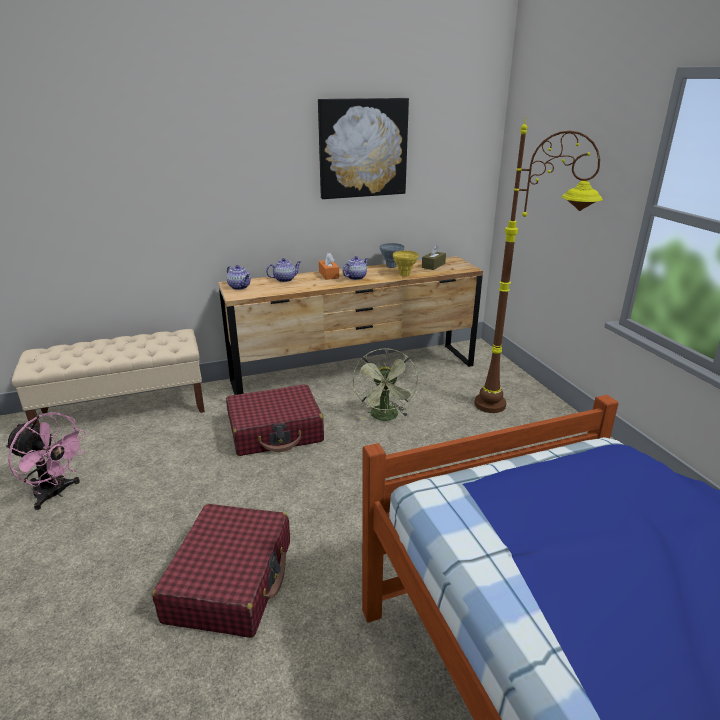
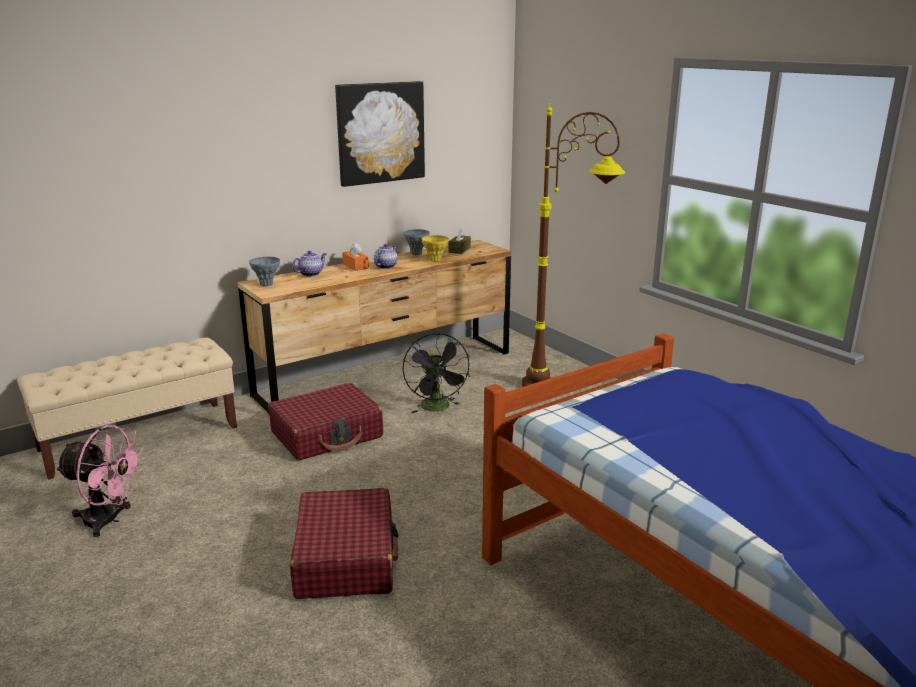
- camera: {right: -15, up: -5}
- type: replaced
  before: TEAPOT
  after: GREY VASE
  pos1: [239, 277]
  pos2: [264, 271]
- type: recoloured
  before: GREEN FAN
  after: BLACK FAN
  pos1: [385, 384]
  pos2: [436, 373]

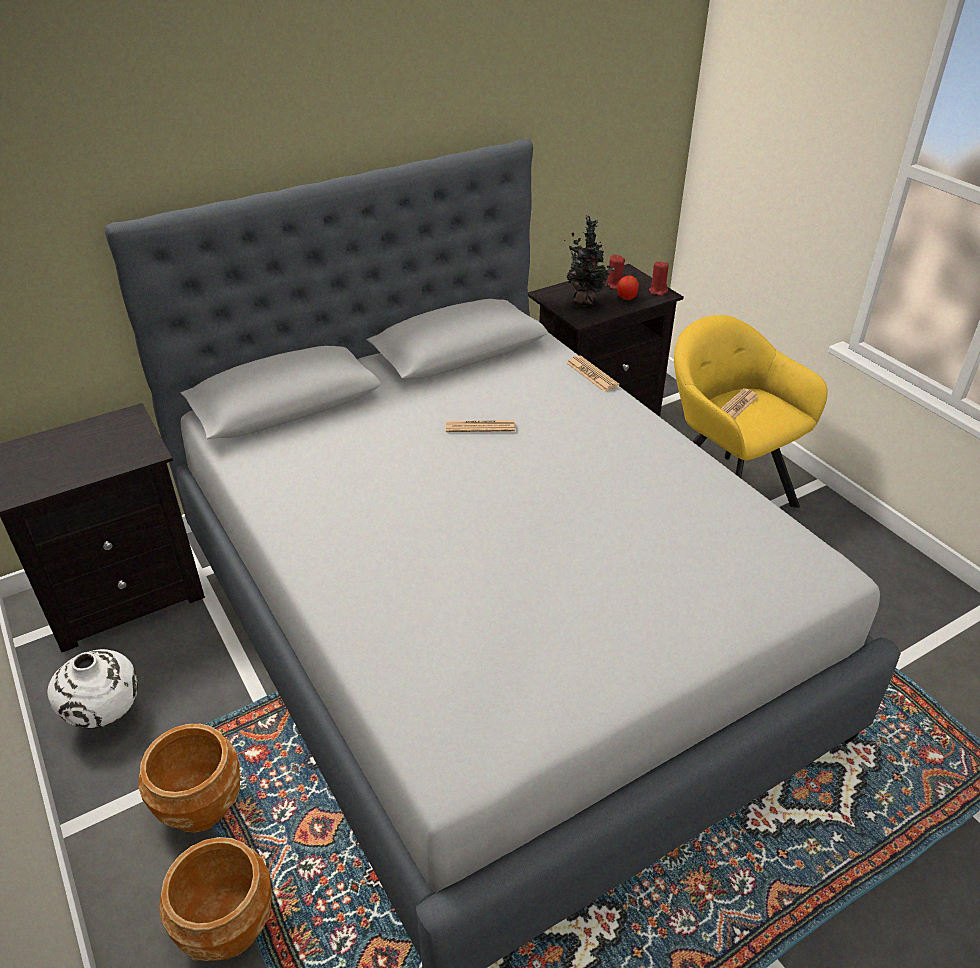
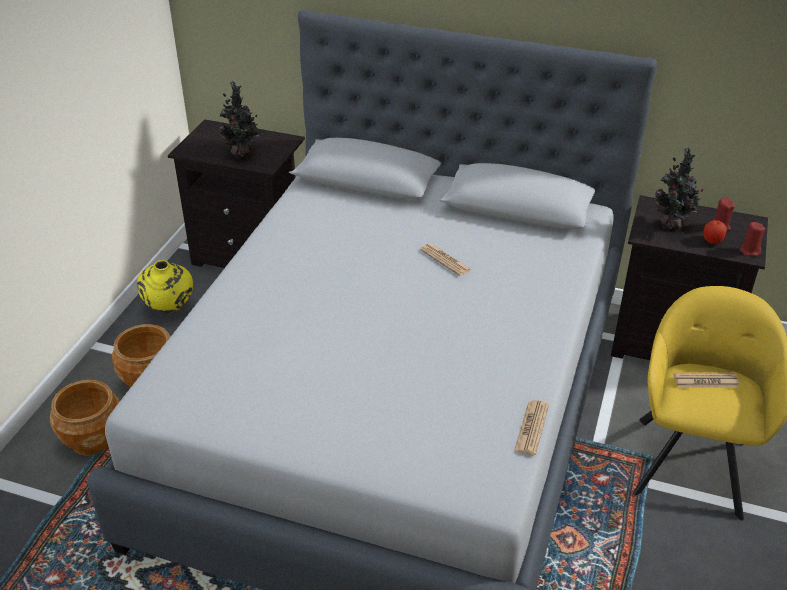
- camera: {right: 50, up: 0}
- type: moved
  before: NEWSPAPER
  pos1: [592, 374]
  pos2: [531, 427]
- type: recoloured
  before: WHITE VASE
  after: YELLOW VASE
  pos1: [92, 689]
  pos2: [165, 286]
- type: added
  after: POTTED PLANT
  pos2: [240, 119]

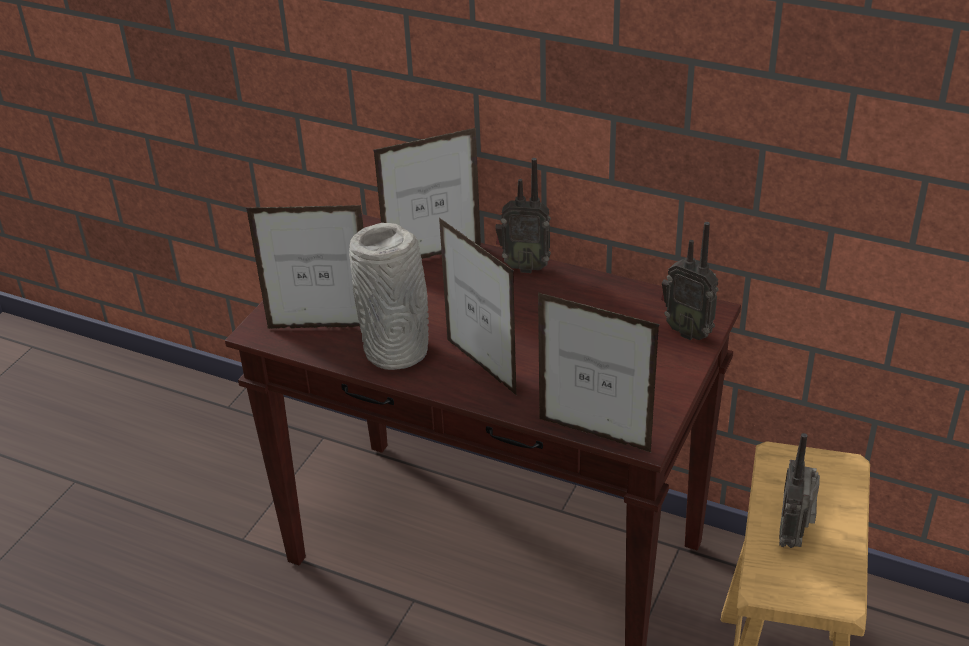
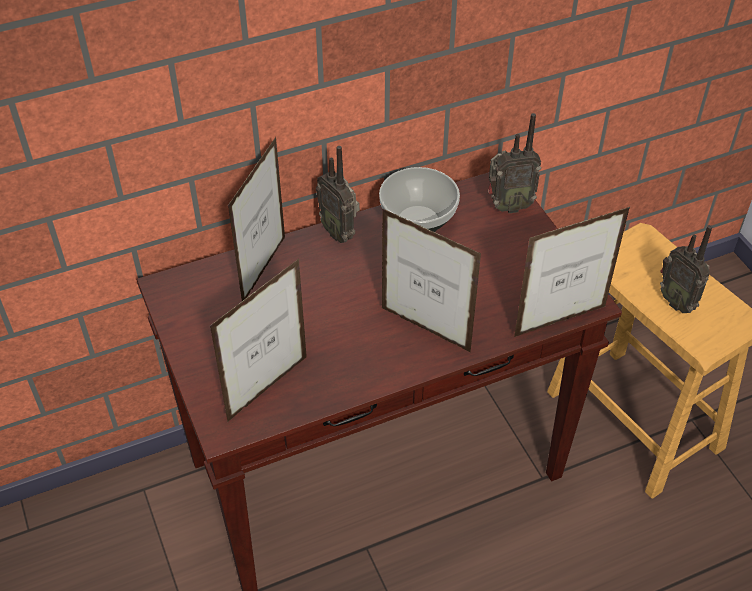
- camera: {right: -50, up: 10}
- type: turned
  before: RADIO
  pos1: [523, 215]
  pos2: [338, 194]
  turn: 90
- type: turned
  before: PICTURE FRAME
  pos1: [478, 307]
  pos2: [431, 280]
  turn: -150
- type: removed
  before: GREY VASE
  pos1: [389, 296]
- type: added
  after: BOWL
  pos2: [419, 199]

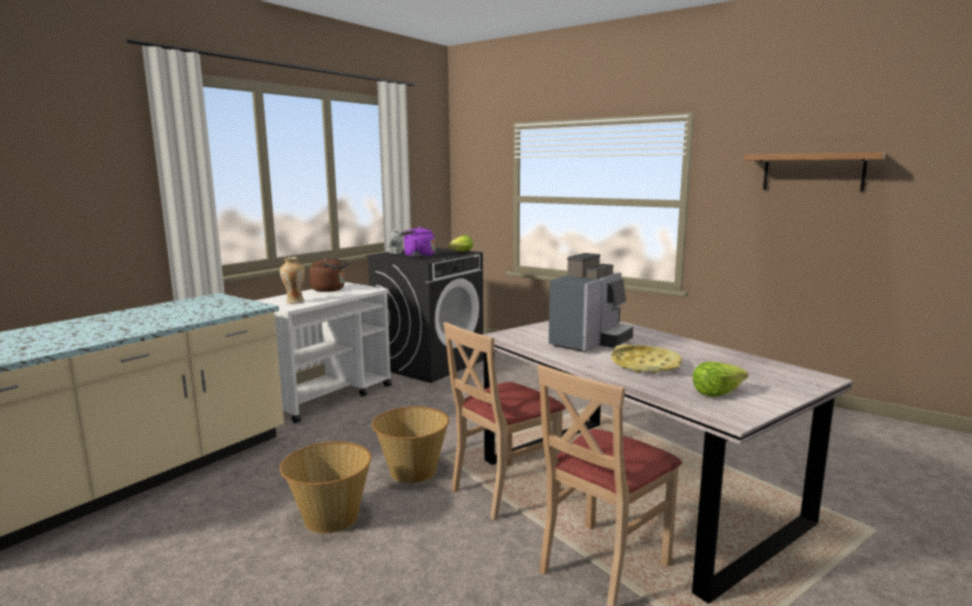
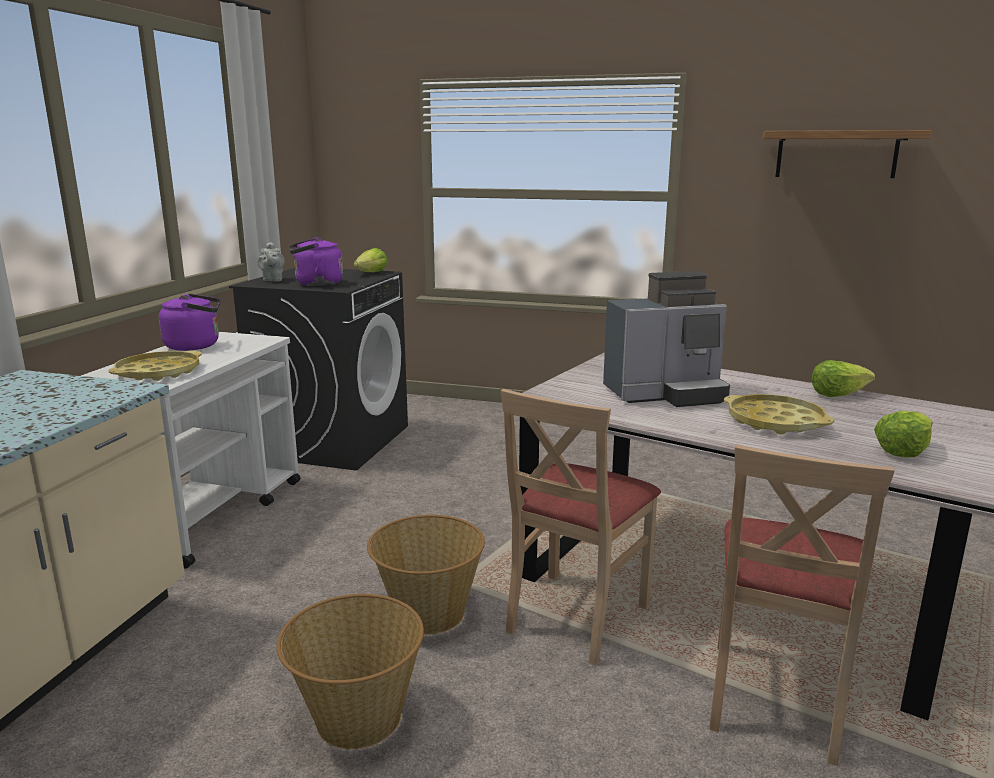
- camera: {right: -20, up: 5}
- type: turned
  before: COFFEE MACHINE
  pos1: [591, 302]
  pos2: [666, 339]
  turn: 60
- type: replaced
  before: VASE
  after: YELLOW TRAY
  pos1: [292, 280]
  pos2: [155, 366]
- type: recoloured
  before: BROWN KETTLE
  after: PURPLE KETTLE
  pos1: [329, 275]
  pos2: [190, 322]
- type: added
  after: LETTUCE
  pos2: [843, 378]

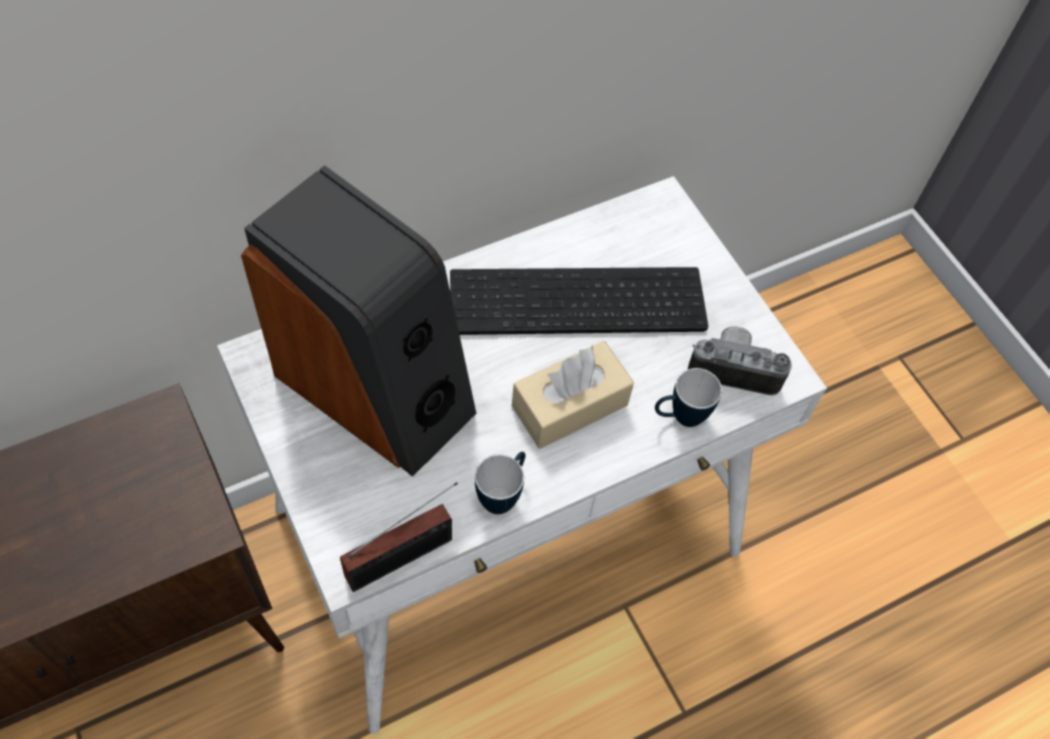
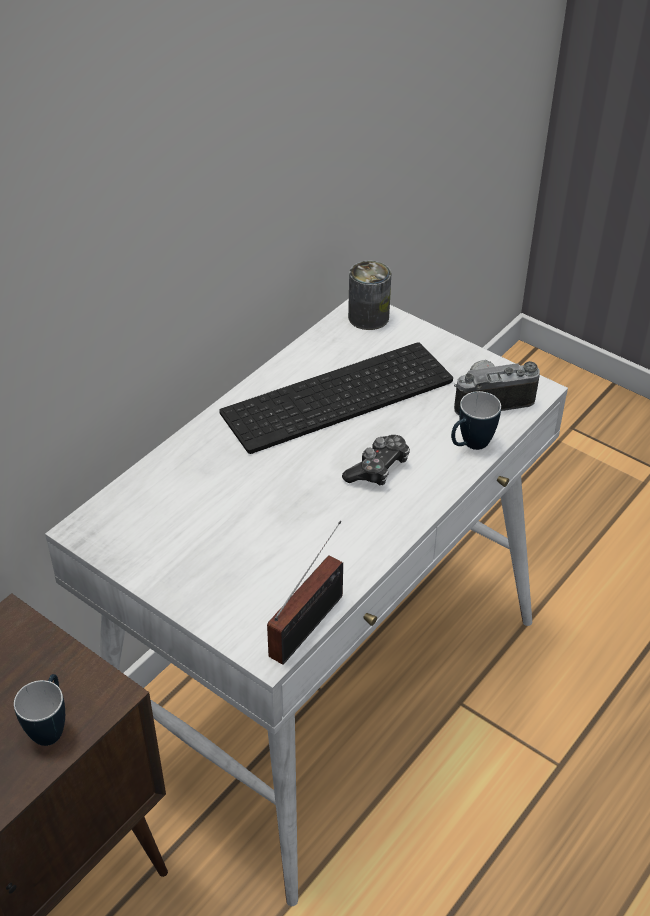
- camera: {right: -20, up: -15}
- type: removed
  before: SPEAKER
  pos1: [358, 321]
- type: replaced
  before: BEIGE TISSUE BOX
  after: GAME CONTROLLER
  pos1: [573, 395]
  pos2: [376, 460]
- type: moved
  before: MUG
  pos1: [500, 483]
  pos2: [39, 710]
- type: added
  after: CAN
  pos2: [369, 295]

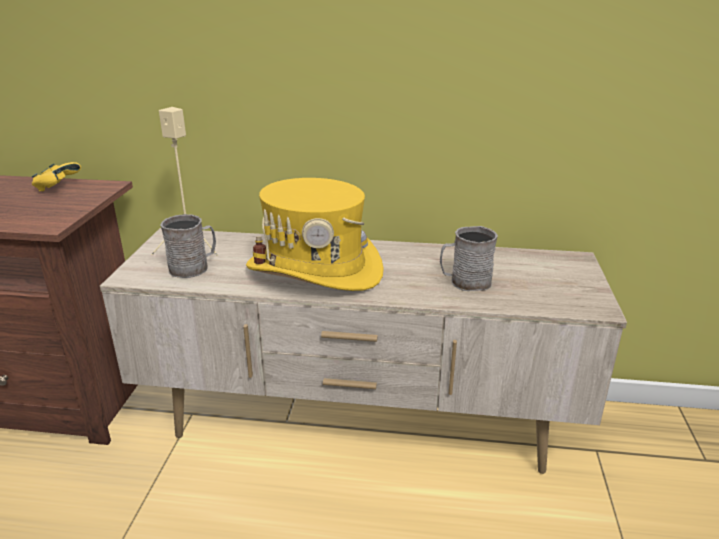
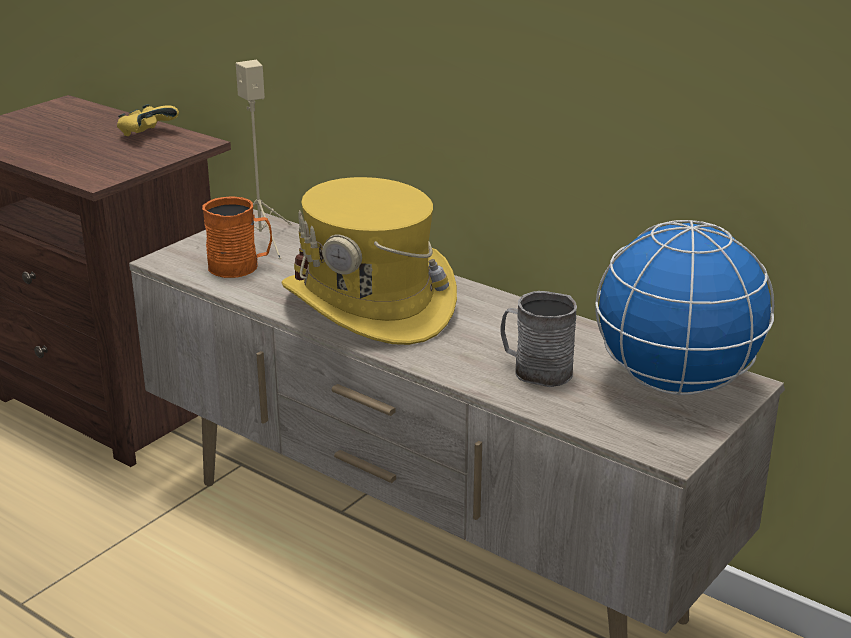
- camera: {right: 30, up: 0}
- type: recoloured
  before: GREY MUG
  after: ORANGE MUG
  pos1: [188, 246]
  pos2: [237, 237]
- type: added
  after: GLOBE
  pos2: [684, 307]

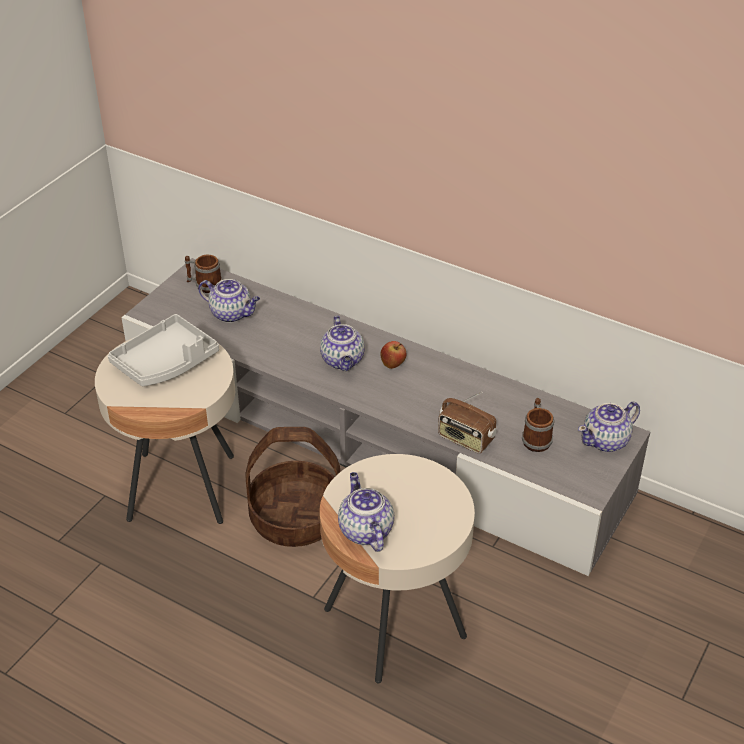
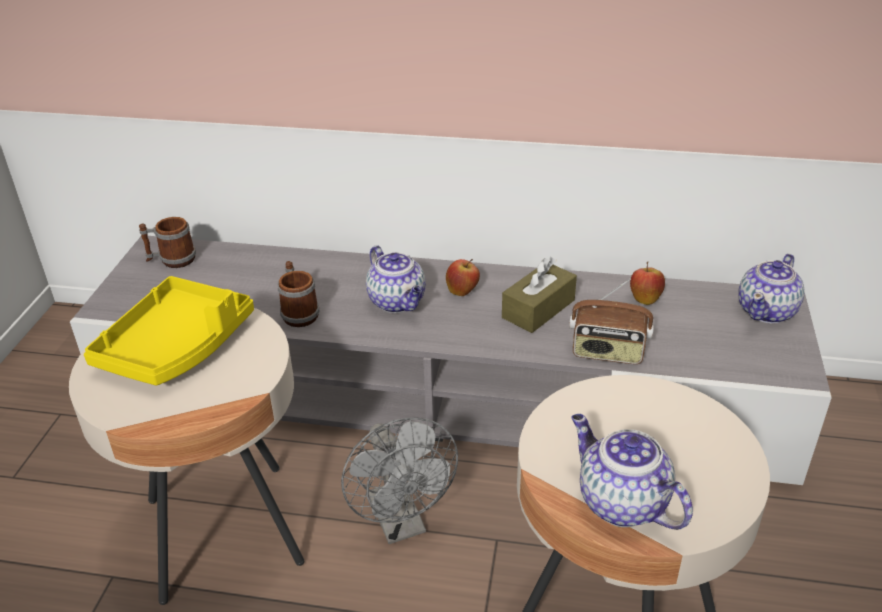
- camera: {right: -20, up: -5}
- type: removed
  before: TEAPOT
  pos1: [229, 301]
- type: recoloured
  before: GREY TRAY
  after: YELLOW TRAY
  pos1: [163, 350]
  pos2: [169, 331]
- type: moved
  before: MUG
  pos1: [538, 425]
  pos2: [298, 294]
- type: replaced
  before: BASKET
  after: GREY FAN
  pos1: [293, 487]
  pos2: [399, 481]
- type: added
  after: BROWN TISSUE BOX
  pos2: [539, 295]
- type: added
  after: APPLE
  pos2: [647, 283]

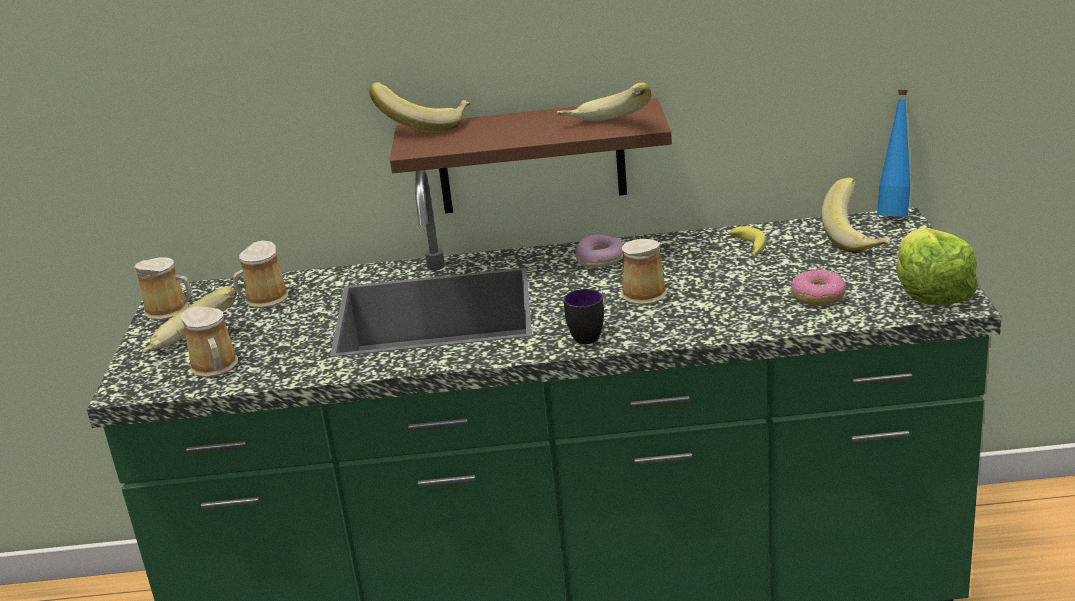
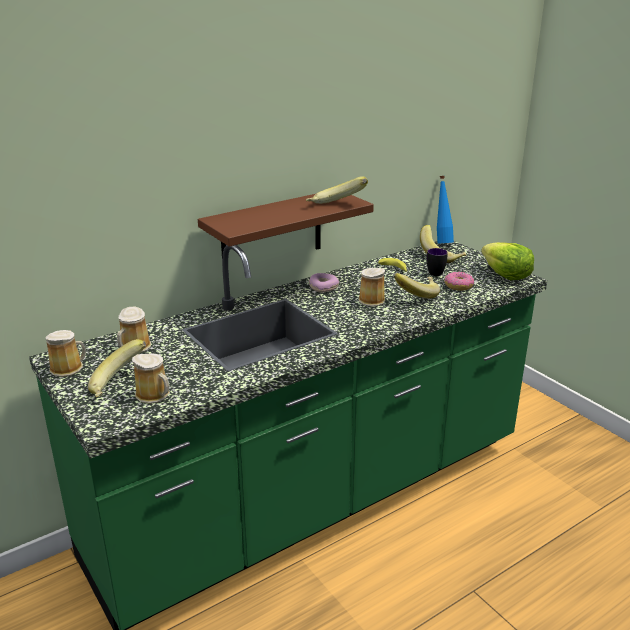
- camera: {right: -35, up: 0}
- type: moved
  before: BANANA
  pos1: [419, 107]
  pos2: [417, 286]
- type: moved
  before: MUG
  pos1: [585, 316]
  pos2: [437, 262]

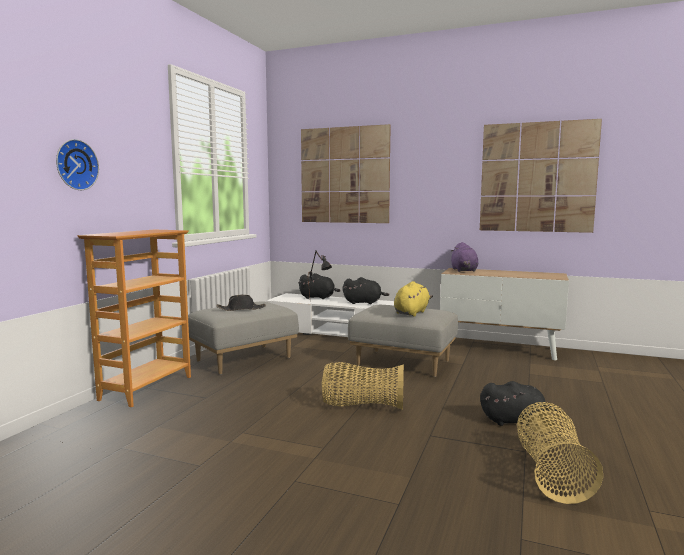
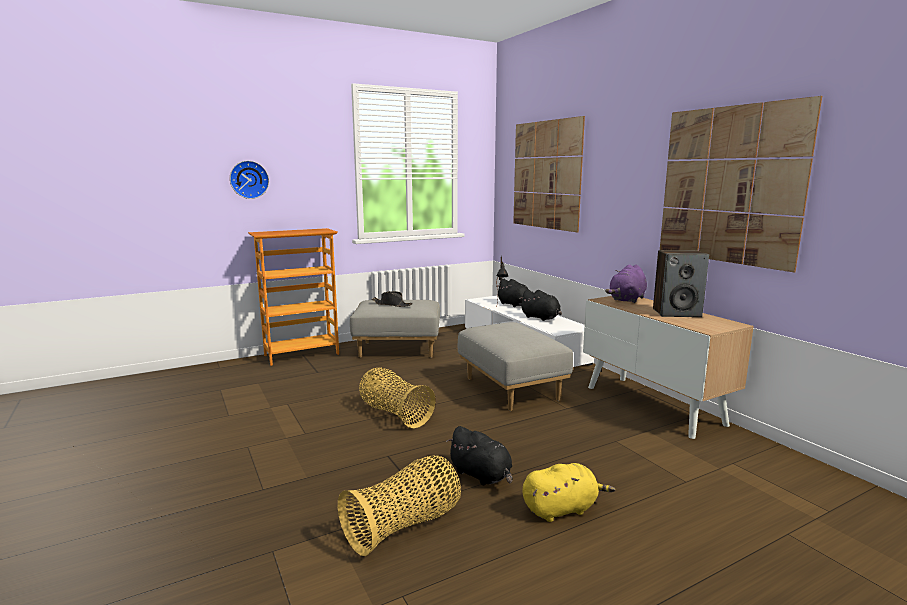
- camera: {right: 40, up: 5}
- type: moved
  before: YELLOW PLUSH TOY
  pos1: [413, 299]
  pos2: [568, 492]
- type: added
  after: SPEAKER
  pos2: [681, 283]

